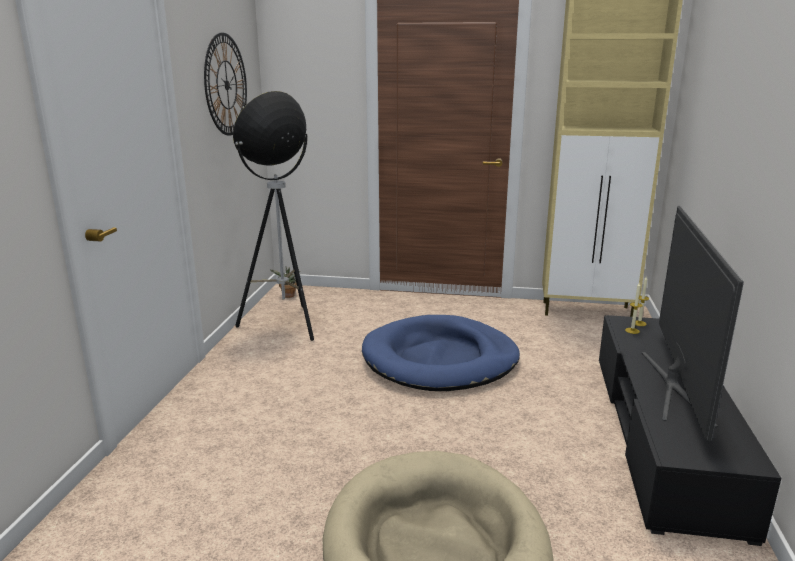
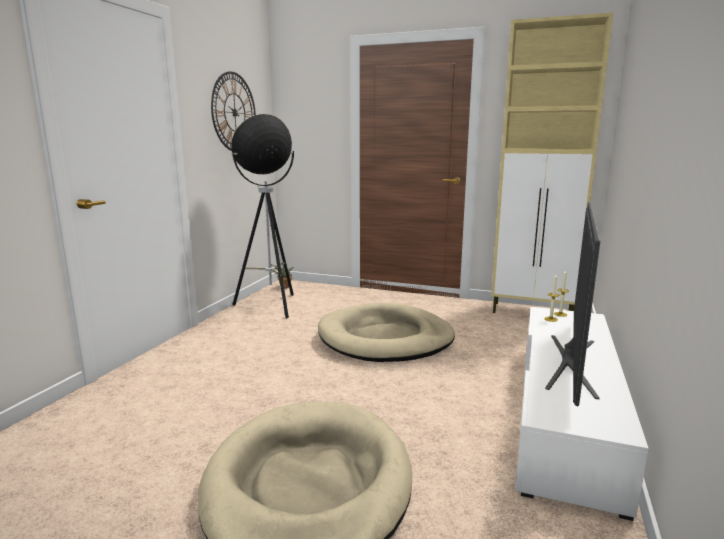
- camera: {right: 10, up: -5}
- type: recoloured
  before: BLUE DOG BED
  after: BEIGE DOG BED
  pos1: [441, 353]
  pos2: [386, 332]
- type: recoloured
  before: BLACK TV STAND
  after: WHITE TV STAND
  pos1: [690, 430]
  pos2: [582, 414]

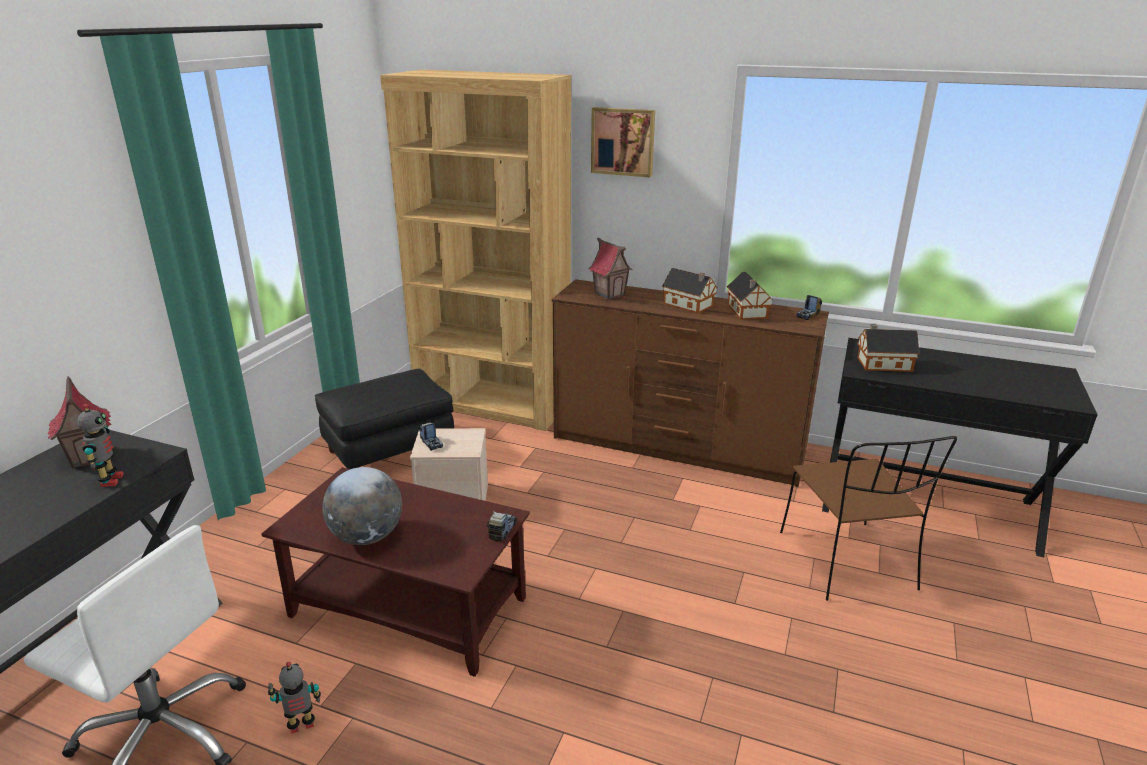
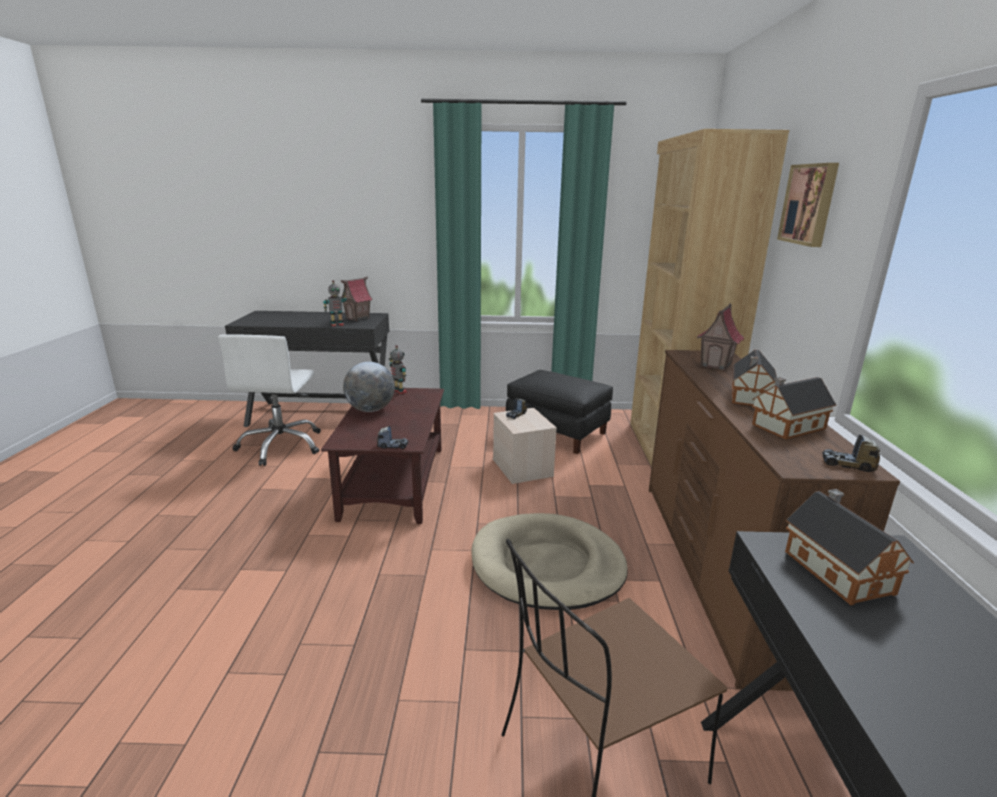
- camera: {right: 70, up: -5}
- type: moved
  before: TOY ROBOT
  pos1: [294, 698]
  pos2: [398, 369]
- type: added
  after: BEIGE DOG BED
  pos2: [549, 561]

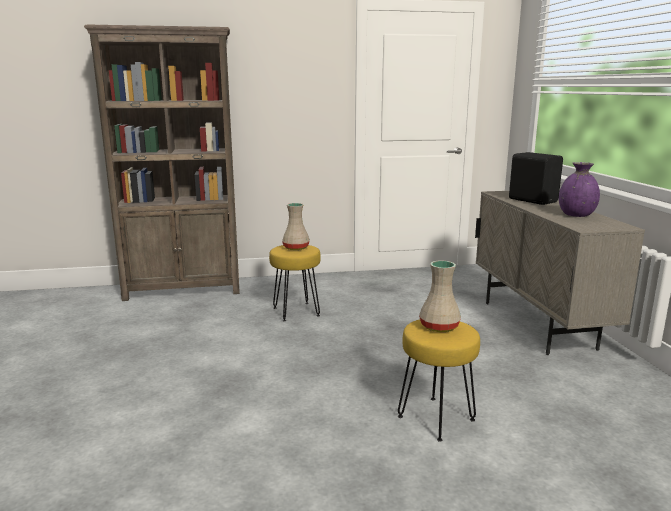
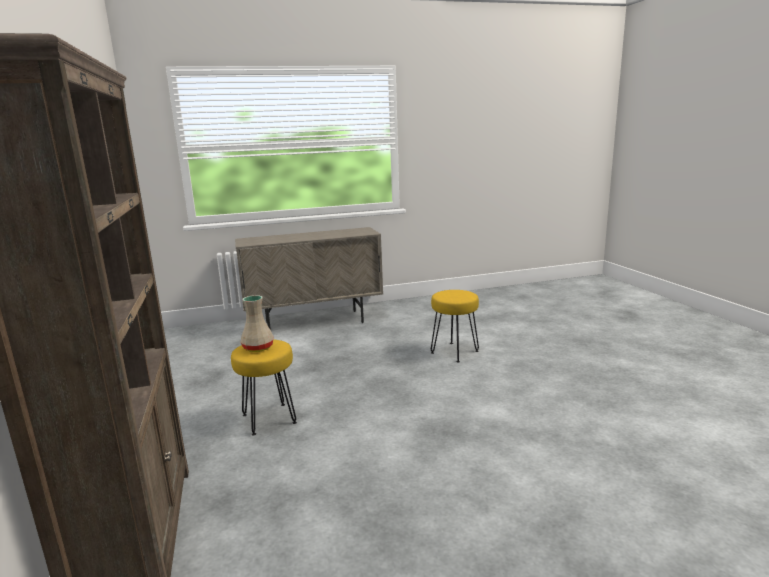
- camera: {right: -95, up: 0}
- type: removed
  before: BLACK SPEAKER
  pos1: [536, 178]
- type: removed
  before: PURPLE VASE
  pos1: [579, 189]
- type: removed
  before: BEIGE VASE
  pos1: [440, 296]

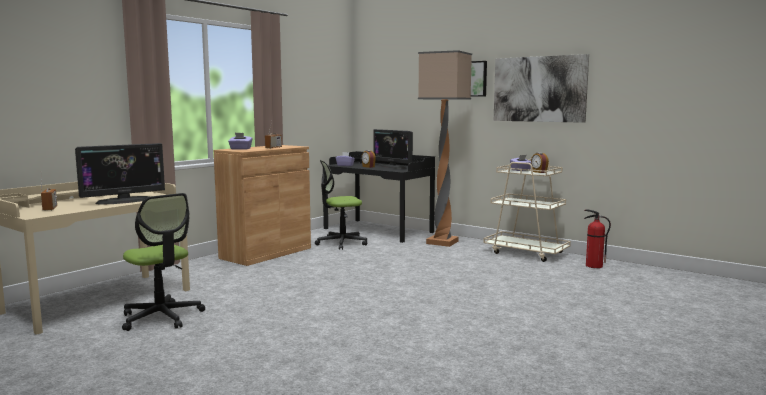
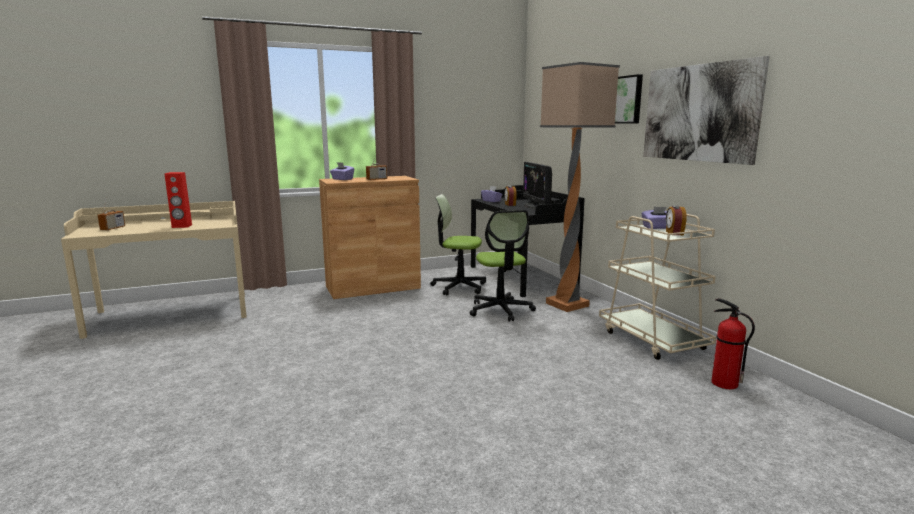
- camera: {right: 30, up: 5}
- type: replaced
  before: MONITOR
  after: RED SPEAKER
  pos1: [120, 174]
  pos2: [178, 200]
- type: moved
  before: OFFICE CHAIR
  pos1: [163, 262]
  pos2: [503, 266]

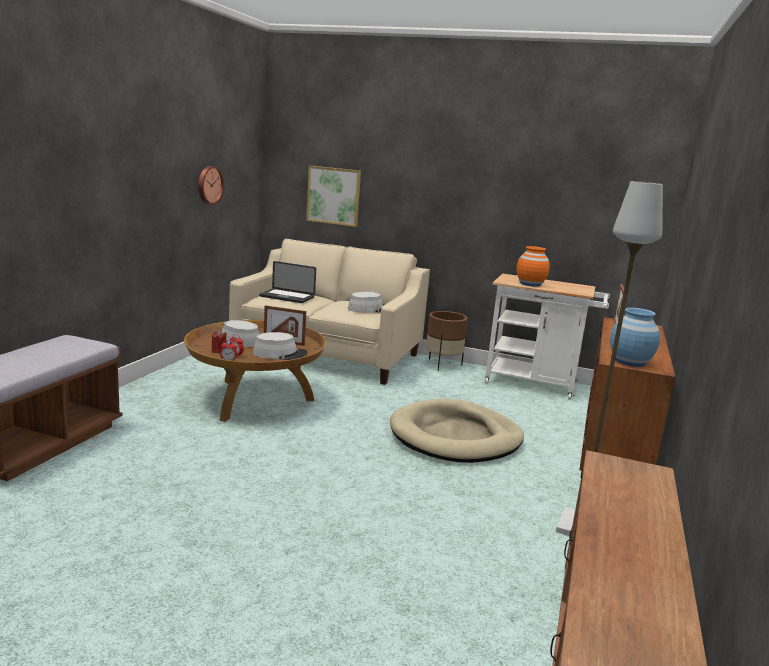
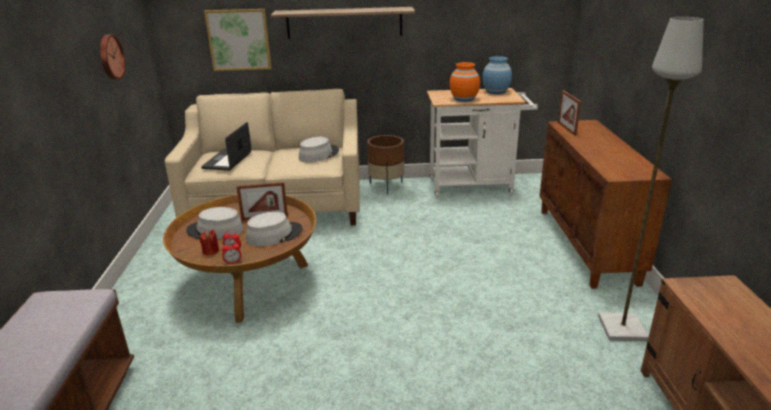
- camera: {right: -20, up: 10}
- type: turned
  before: LAPTOP
  pos1: [287, 282]
  pos2: [226, 146]
  turn: 105
- type: moved
  before: BLUE VASE
  pos1: [635, 337]
  pos2: [497, 75]
- type: removed
  before: BEIGE DOG BED
  pos1: [457, 431]
- type: added
  after: SHELF
  pos2: [343, 23]

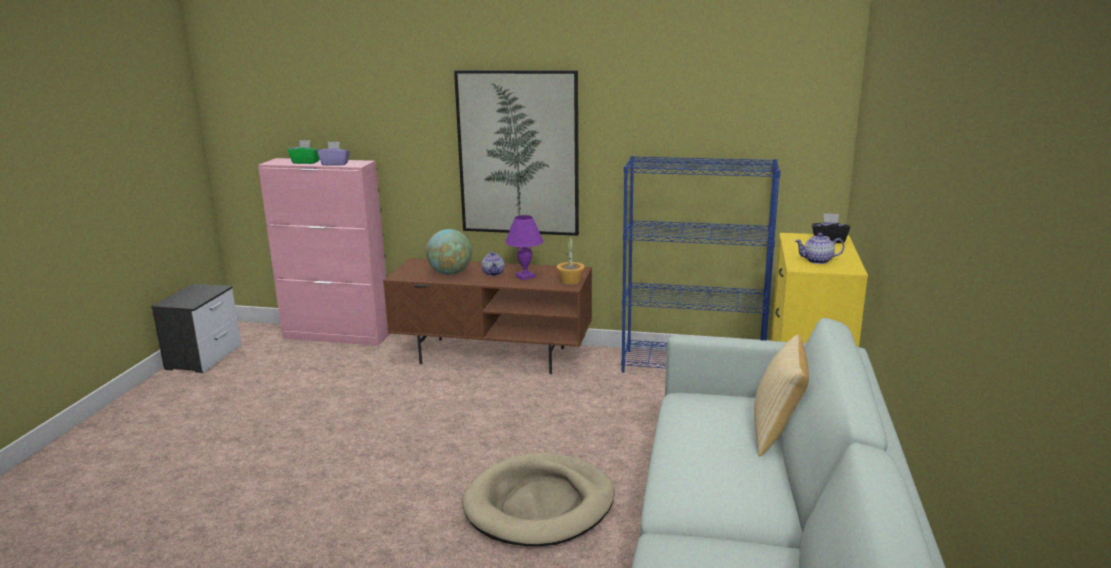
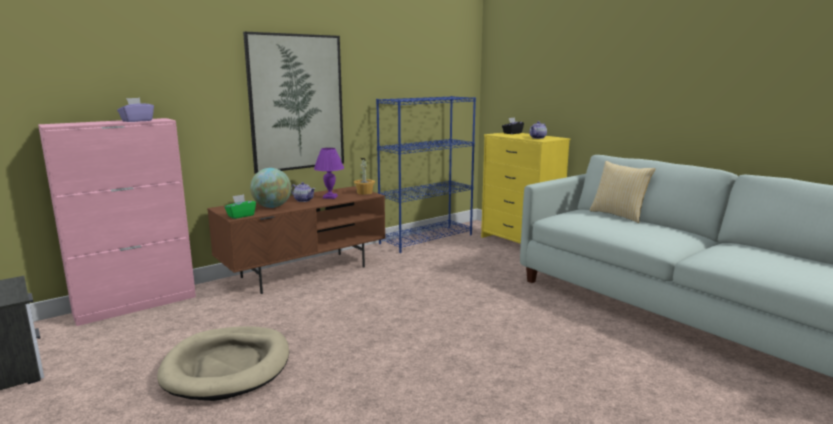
- camera: {right: -50, up: -5}
- type: moved
  before: GREEN TISSUE BOX
  pos1: [304, 152]
  pos2: [240, 206]
- type: moved
  before: BEIGE DOG BED
  pos1: [538, 499]
  pos2: [223, 363]

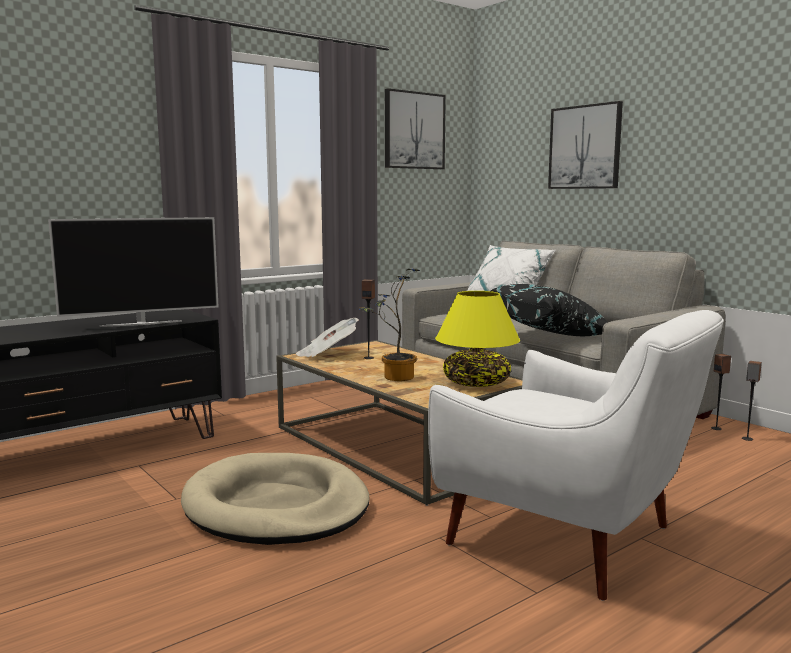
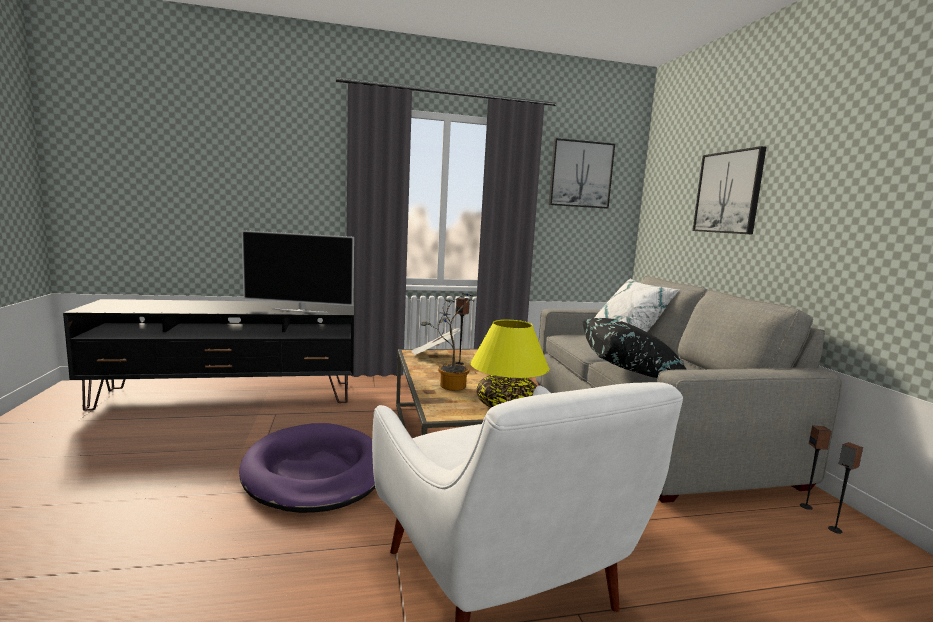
- camera: {right: 25, up: 0}
- type: recoloured
  before: BEIGE DOG BED
  after: PURPLE DOG BED
  pos1: [275, 499]
  pos2: [307, 468]

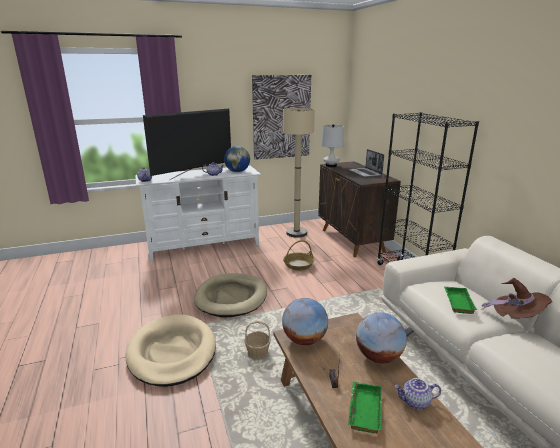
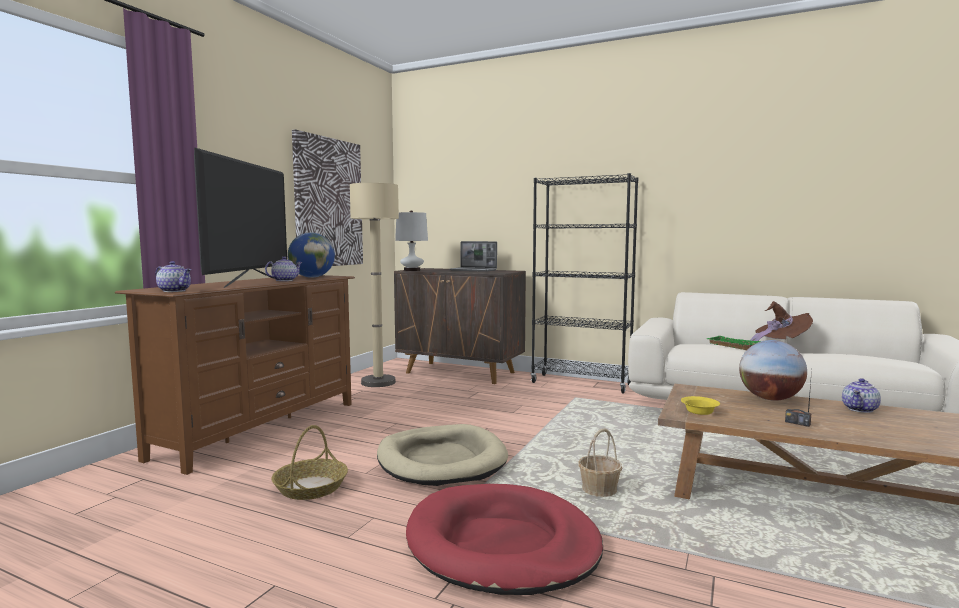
- camera: {right: -45, up: -15}
- type: recoloured
  before: WHITE TV STAND
  after: BROWN TV STAND
  pos1: [198, 213]
  pos2: [235, 375]
- type: moved
  before: BASKET
  pos1: [298, 255]
  pos2: [310, 462]
- type: replaced
  before: GLOBE
  after: YELLOW BOWL
  pos1: [305, 321]
  pos2: [700, 405]
- type: recoloured
  before: BEIGE DOG BED
  after: RED DOG BED
  pos1: [170, 351]
  pos2: [504, 539]
- type: removed
  before: GREEN TRAY
  pos1: [365, 408]

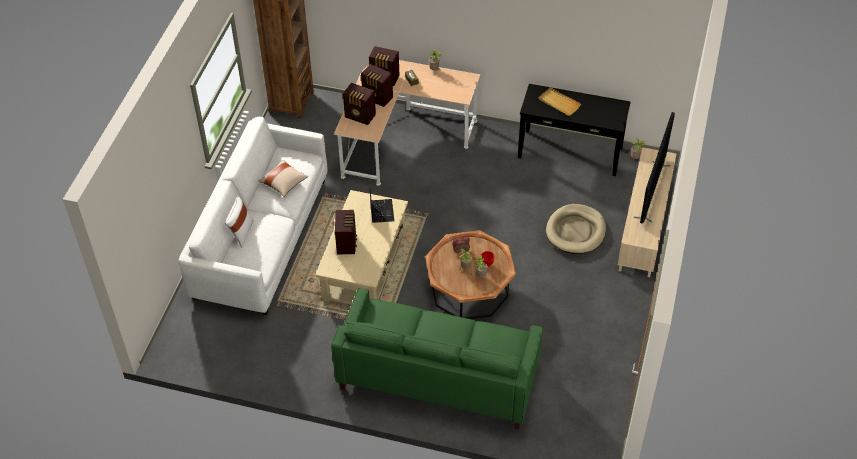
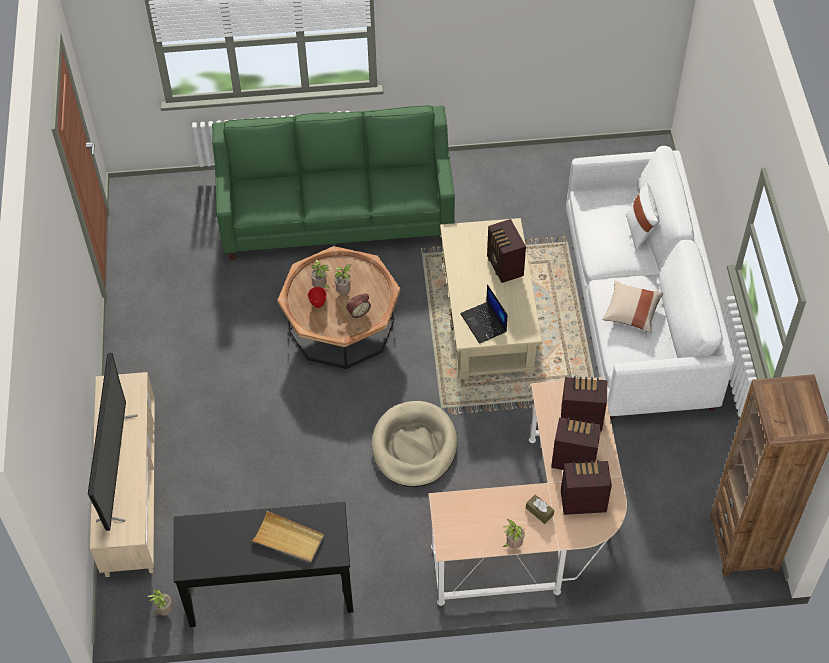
- camera: {right: 160, up: 5}
- type: moved
  before: BEIGE DOG BED
  pos1: [576, 229]
  pos2: [414, 444]

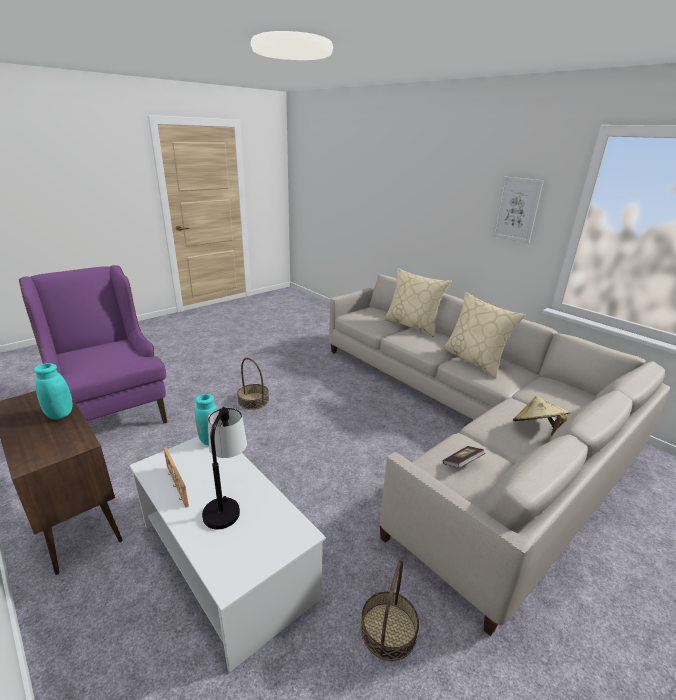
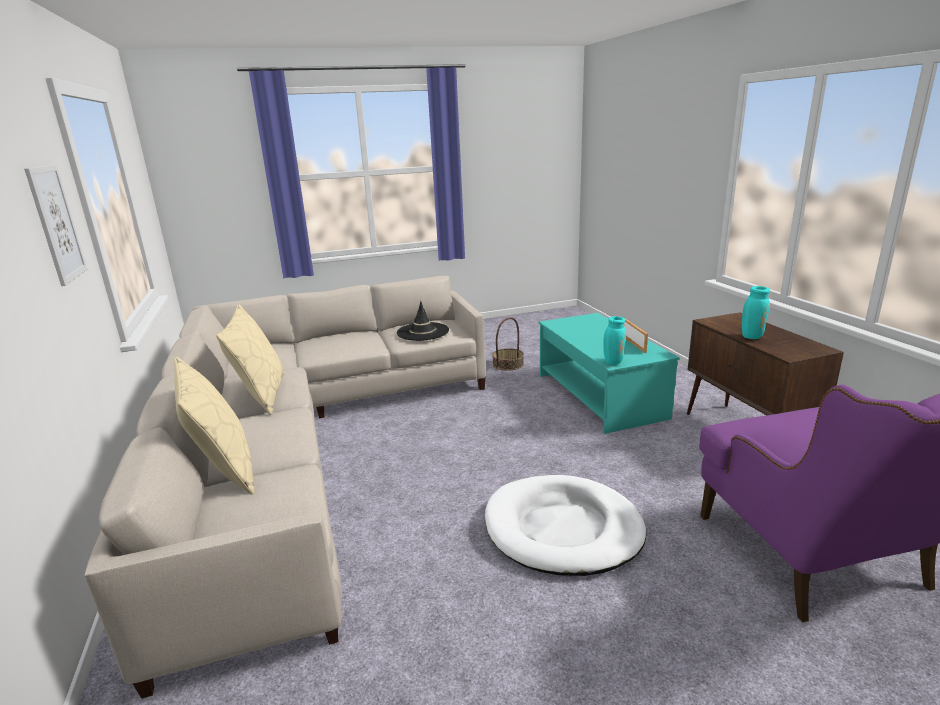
- camera: {right: -155, up: -5}
- type: replaced
  before: BASKET
  after: WHITE DOG BED
  pos1: [253, 384]
  pos2: [565, 525]
- type: removed
  before: BEIGE HAT
  pos1: [541, 415]
- type: removed
  before: TABLE LAMP
  pos1: [224, 468]
- type: recoloured
  before: WHITE COFFEE TABLE
  after: TURQUOISE COFFEE TABLE
  pos1: [228, 554]
  pos2: [609, 373]
- type: replaced
  before: BOOK
  after: BLACK HAT
  pos1: [464, 457]
  pos2: [423, 321]

